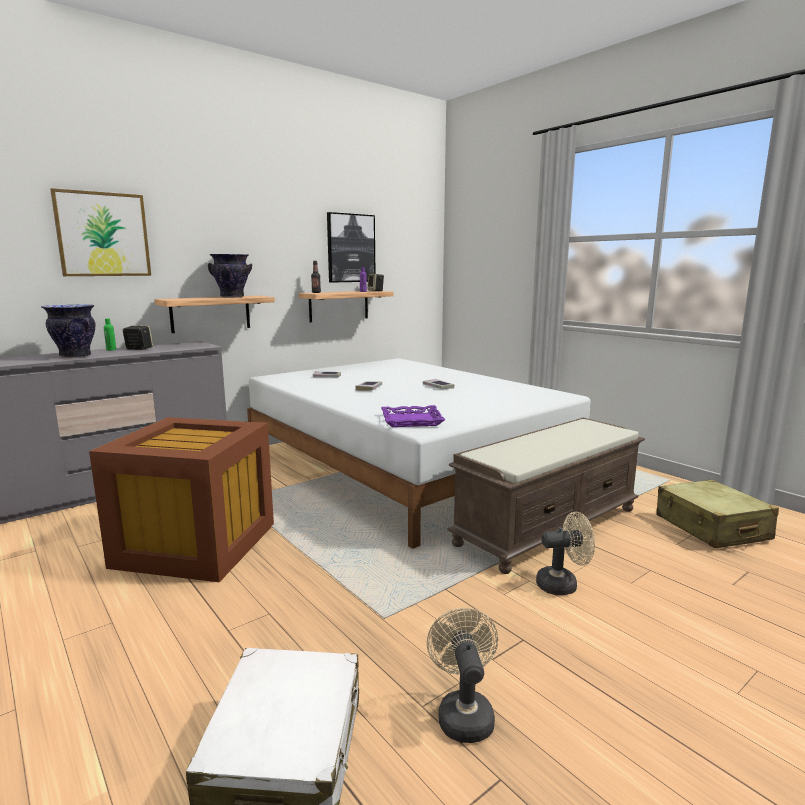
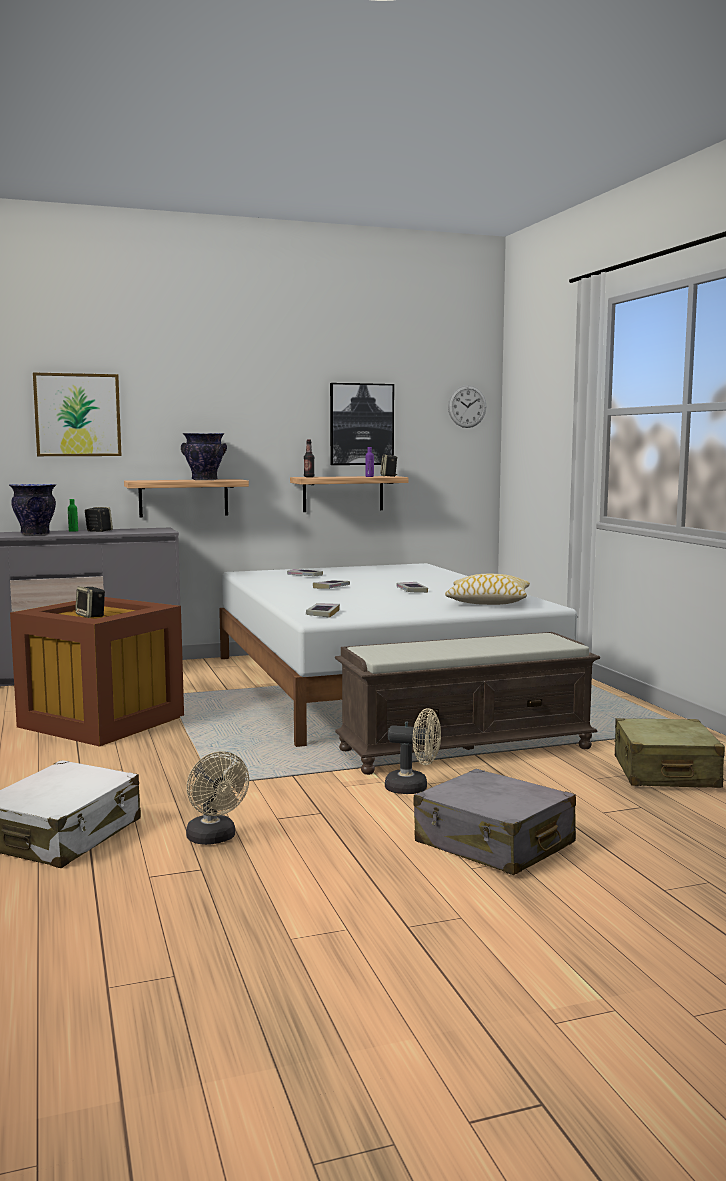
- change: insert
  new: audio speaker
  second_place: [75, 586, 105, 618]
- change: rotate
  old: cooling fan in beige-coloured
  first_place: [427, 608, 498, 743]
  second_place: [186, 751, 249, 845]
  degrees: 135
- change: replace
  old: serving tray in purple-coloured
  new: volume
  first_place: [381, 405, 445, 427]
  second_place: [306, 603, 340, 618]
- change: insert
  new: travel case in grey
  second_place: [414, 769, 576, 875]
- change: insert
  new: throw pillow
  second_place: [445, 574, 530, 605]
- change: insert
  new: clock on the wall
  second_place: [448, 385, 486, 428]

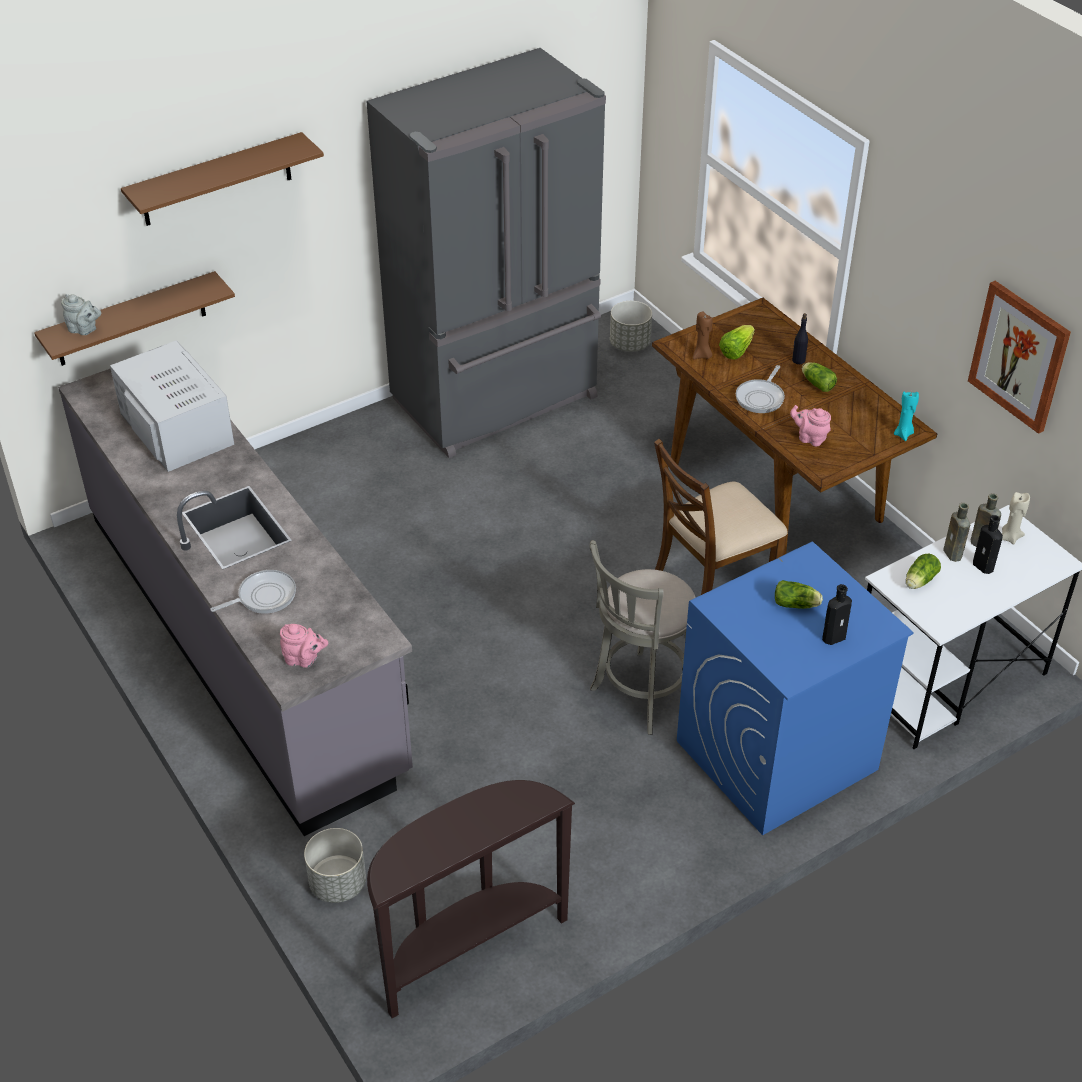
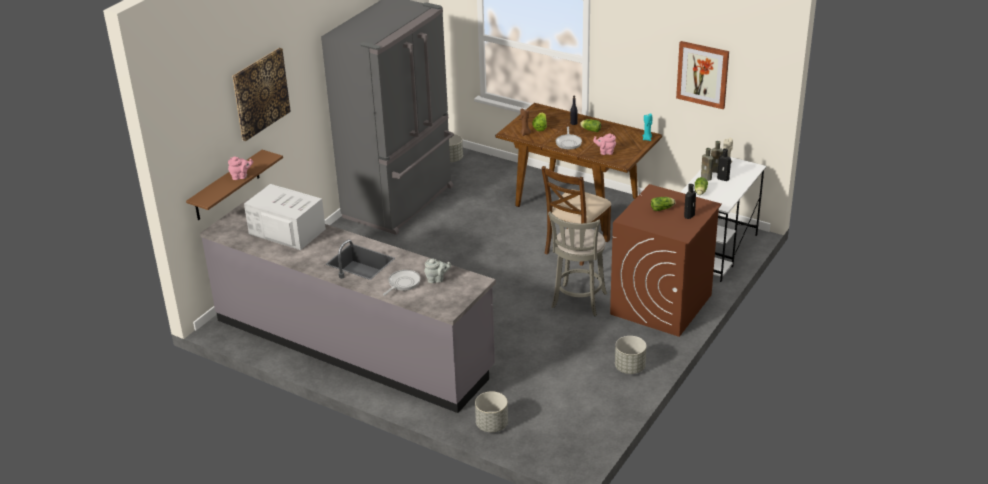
- change: move
  old: teapot in pink-coloured
  first_place: [280, 624, 328, 668]
  second_place: [228, 157, 253, 180]
- change: replace
  old: shelf in brown
  new: wall art
  first_place: [121, 132, 324, 226]
  second_place: [232, 48, 291, 141]
- change: move
  old: teapot in grey
  first_place: [61, 294, 102, 335]
  second_place: [424, 258, 451, 283]
- change: recolor
  old: washing machine in blue-coloured
  new: washing machine in brown
  first_place: [677, 542, 914, 835]
  second_place: [610, 184, 722, 337]
- change: insert
  new: flower pot in grey
  second_place: [615, 336, 646, 374]
- change: delete
  old: hall table in brown
  first_place: [367, 780, 575, 1018]

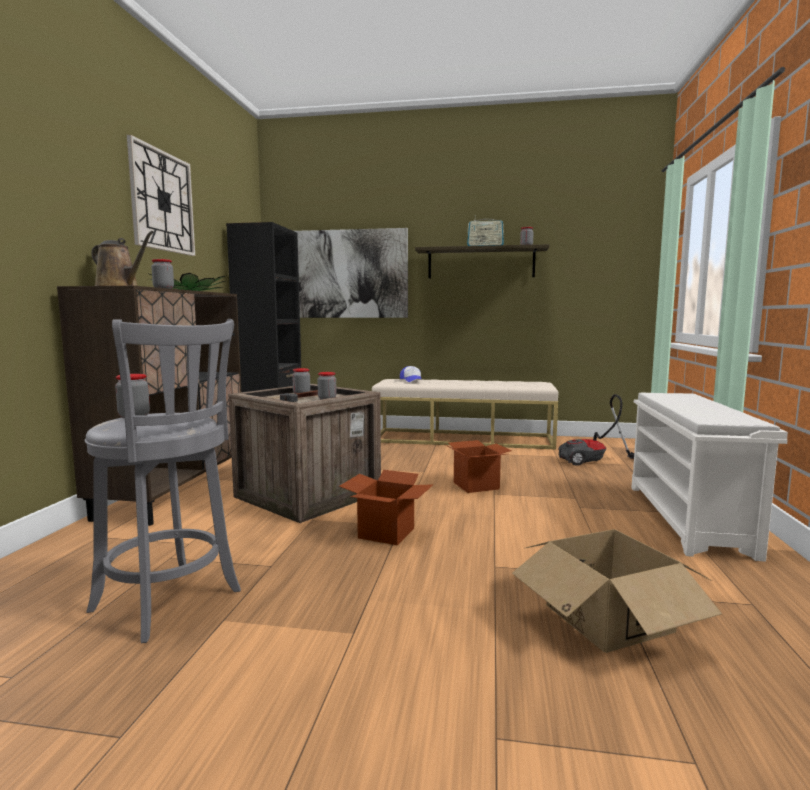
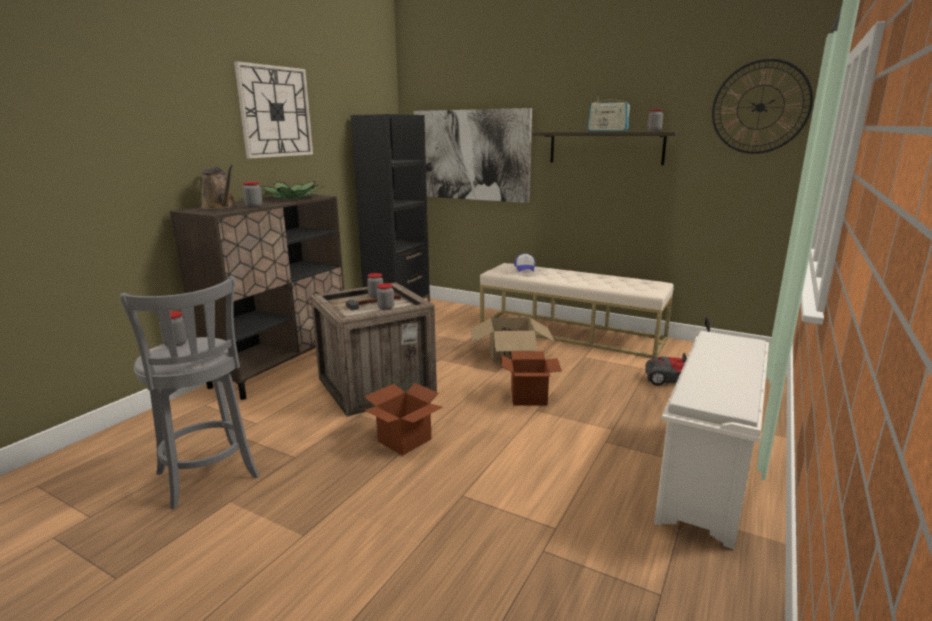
- change: move
  old: cardboard box
  first_place: [512, 529, 722, 653]
  second_place: [471, 317, 555, 362]
- change: insert
  new: clock on the wall
  second_place: [712, 59, 813, 154]

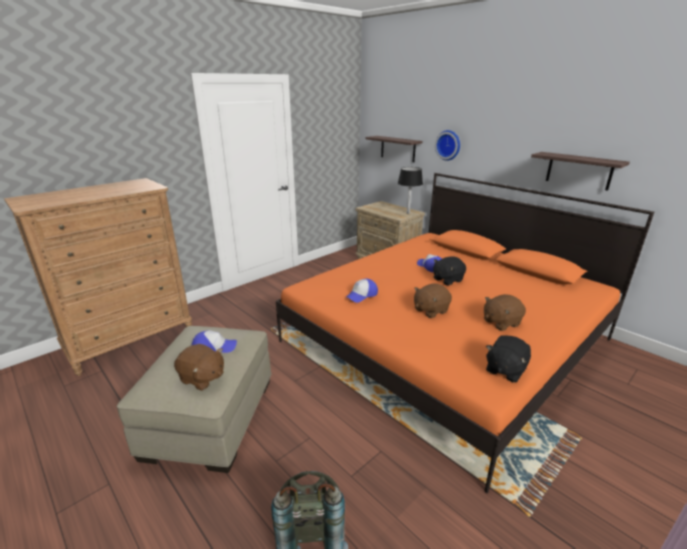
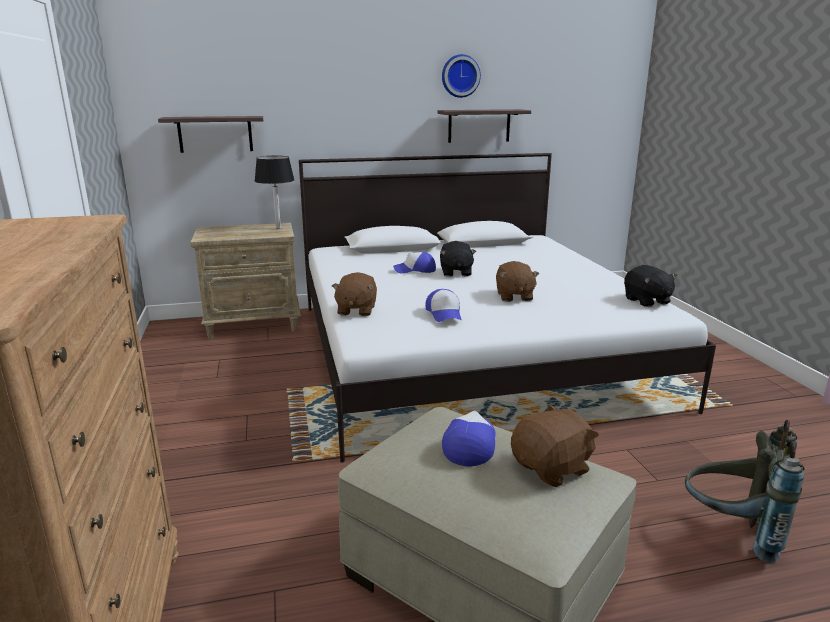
- change: recolor
  old: sleeping bed in orangey
  new: sleeping bed in white
  first_place: [276, 173, 654, 493]
  second_place: [299, 153, 716, 462]
- change: move
  old: plush toy in brown
  first_place: [484, 294, 526, 331]
  second_place: [332, 272, 377, 316]
- change: move
  old: clock on the wall
  first_place: [435, 130, 460, 161]
  second_place: [442, 54, 481, 98]

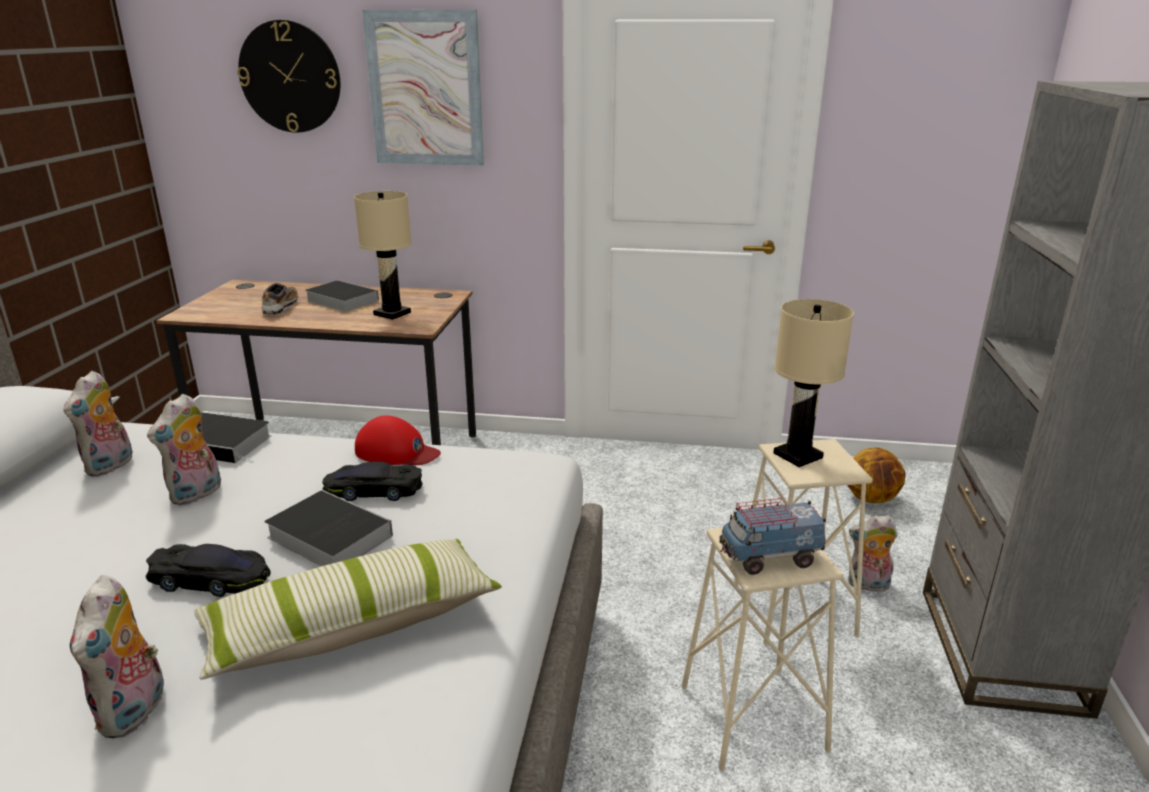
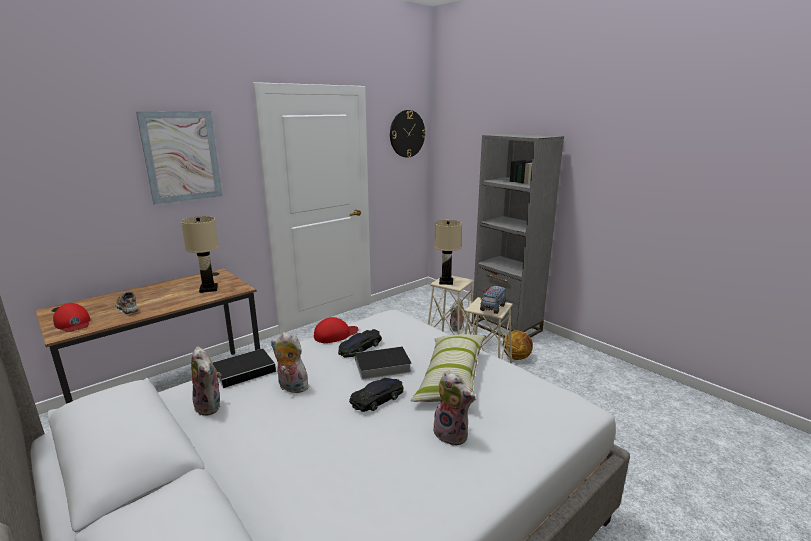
- change: insert
  new: baseball cap in red-coloured
  second_place: [53, 303, 91, 332]
- change: rotate
  old: plush toy
  first_place: [147, 394, 221, 506]
  second_place: [271, 332, 309, 393]
  degrees: 135
- change: move
  old: clock on the wall
  first_place: [237, 20, 340, 133]
  second_place: [390, 110, 426, 158]
- change: move
  old: ball for basketball
  first_place: [847, 447, 906, 503]
  second_place: [503, 330, 533, 360]
- change: delete
  old: volume
  first_place: [305, 280, 379, 312]

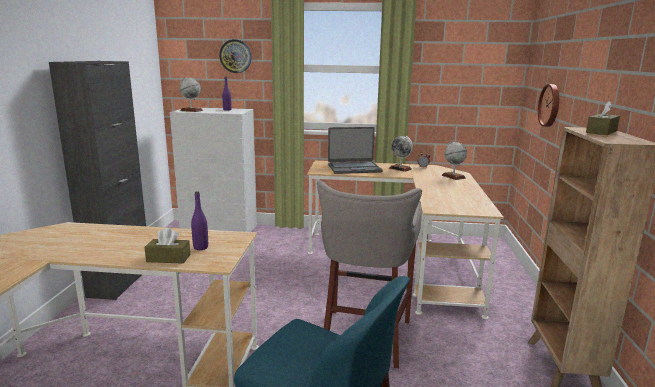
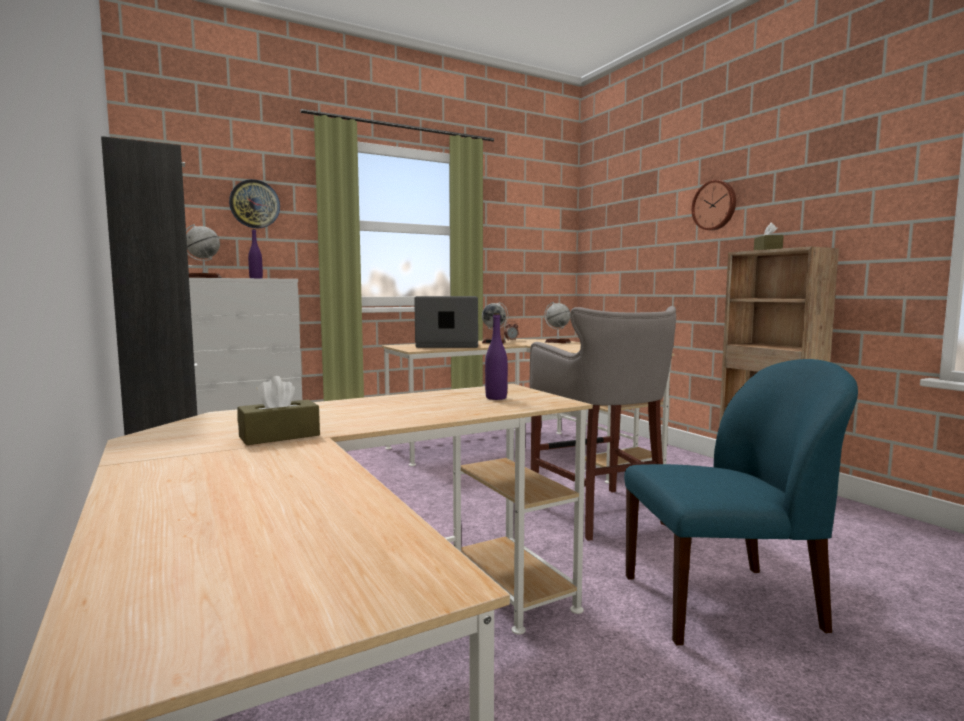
- change: move
  old: tissue box in brown
  first_place: [145, 228, 190, 264]
  second_place: [237, 376, 320, 445]
- change: rotate
  old: notebook computer
  first_place: [328, 127, 382, 174]
  second_place: [414, 296, 478, 348]
  degrees: -135
- change: move
  old: clock on the wall
  first_place: [538, 84, 559, 127]
  second_place: [691, 180, 736, 230]

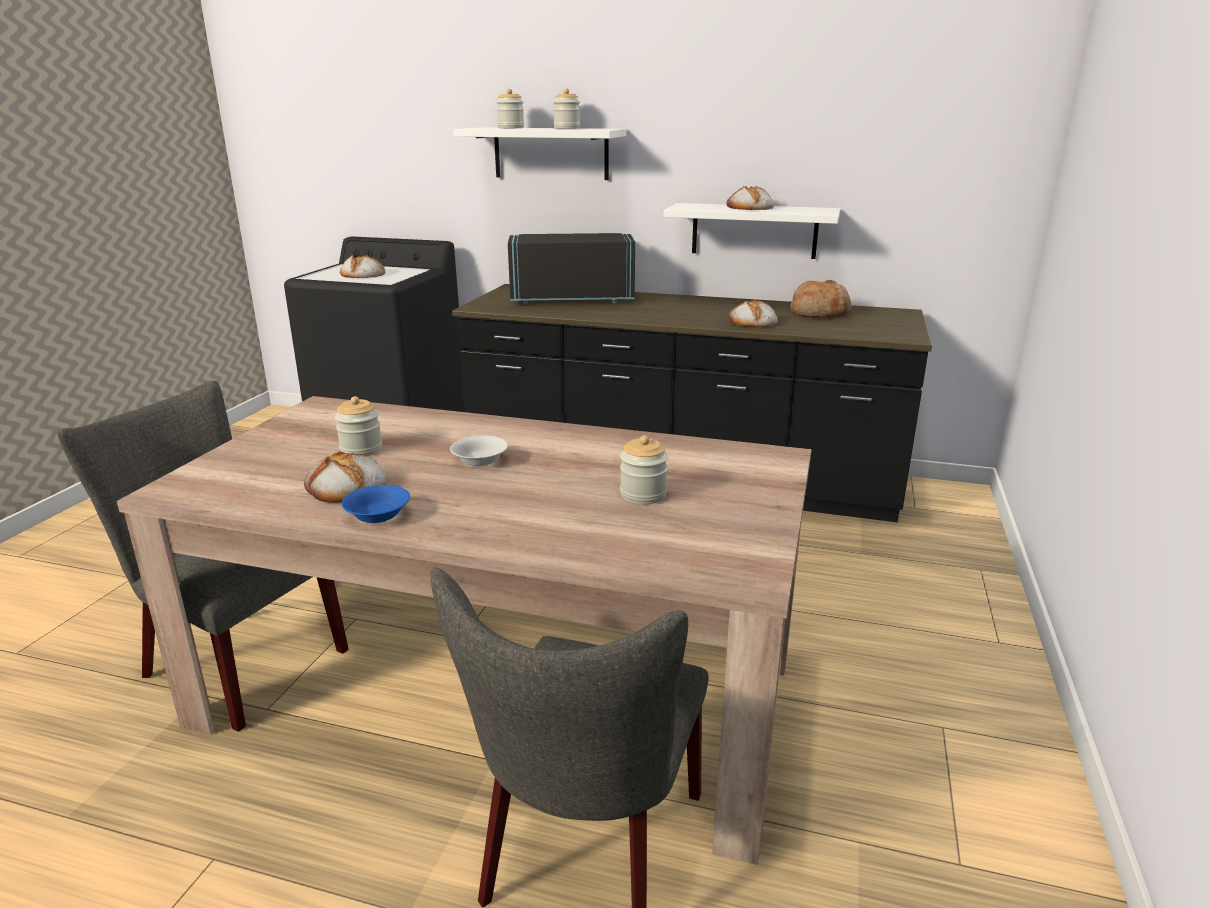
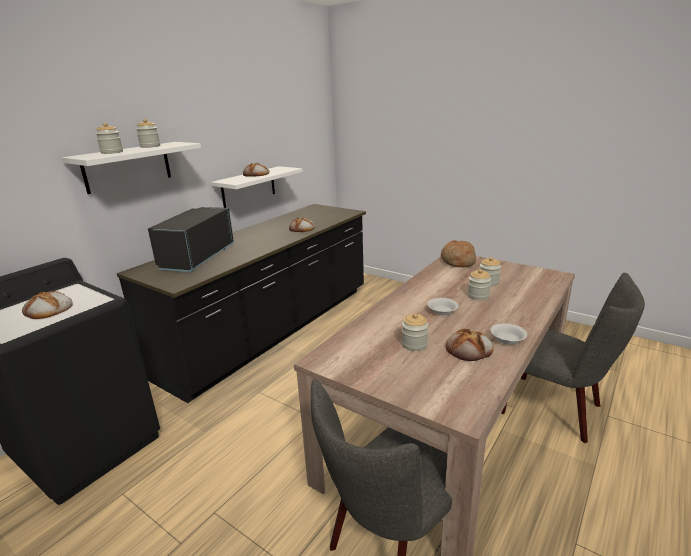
- change: move
  old: bakery bread
  first_place: [790, 280, 851, 318]
  second_place: [441, 240, 476, 267]
- change: insert
  new: storage jar
  second_place: [467, 269, 491, 300]
- change: recolor
  old: deep dish in blue-coloured
  new: deep dish in white
  first_place: [342, 485, 410, 523]
  second_place: [491, 323, 527, 345]

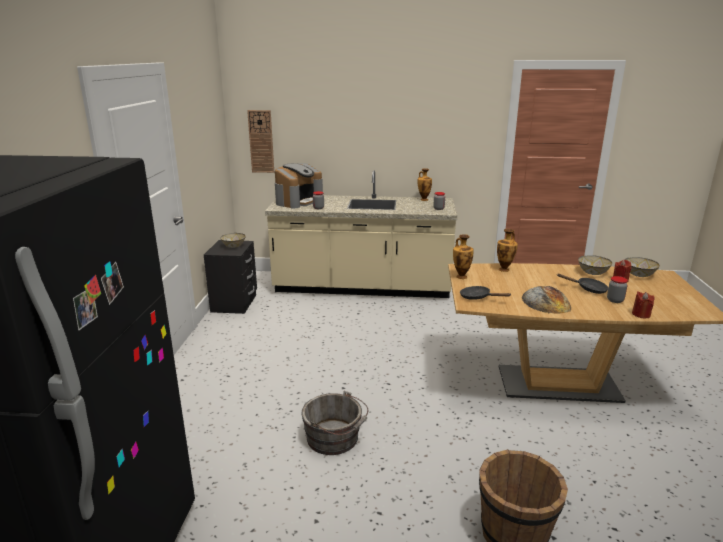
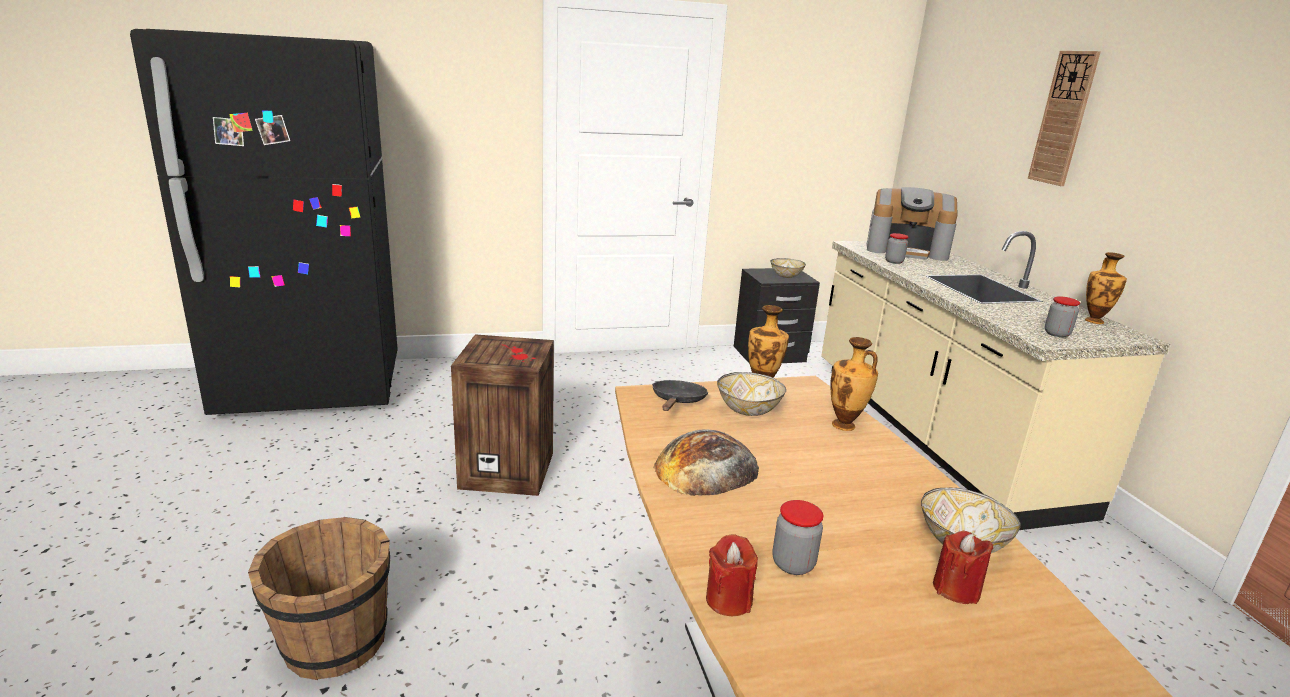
- change: replace
  old: bucket in grey
  new: crate
  first_place: [301, 390, 368, 455]
  second_place: [451, 334, 554, 496]
- change: move
  old: deep dish
  first_place: [625, 257, 660, 277]
  second_place: [717, 372, 786, 416]
- change: move
  old: clock on the wall
  first_place: [247, 110, 274, 173]
  second_place: [1028, 51, 1101, 186]
- change: delete
  old: pan in black
  first_place: [557, 274, 608, 294]

